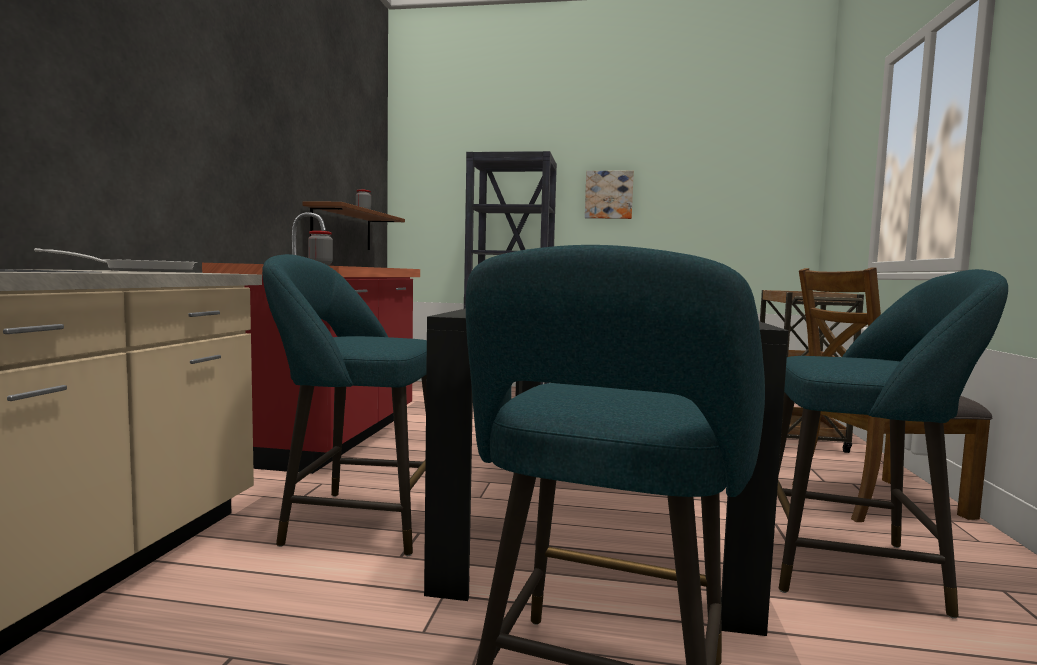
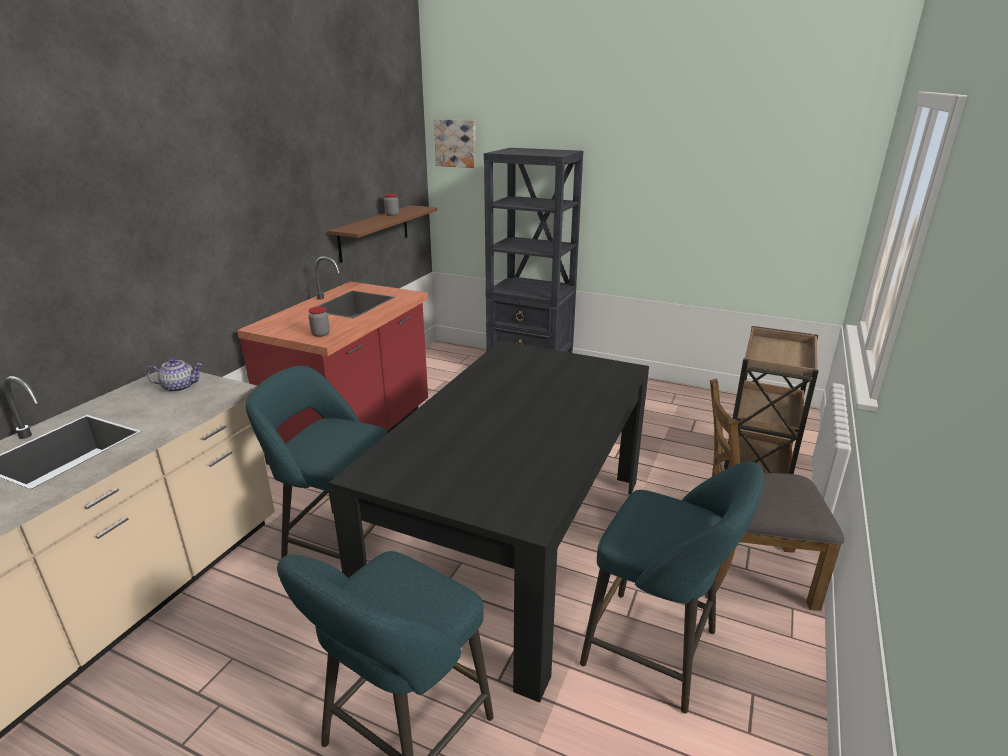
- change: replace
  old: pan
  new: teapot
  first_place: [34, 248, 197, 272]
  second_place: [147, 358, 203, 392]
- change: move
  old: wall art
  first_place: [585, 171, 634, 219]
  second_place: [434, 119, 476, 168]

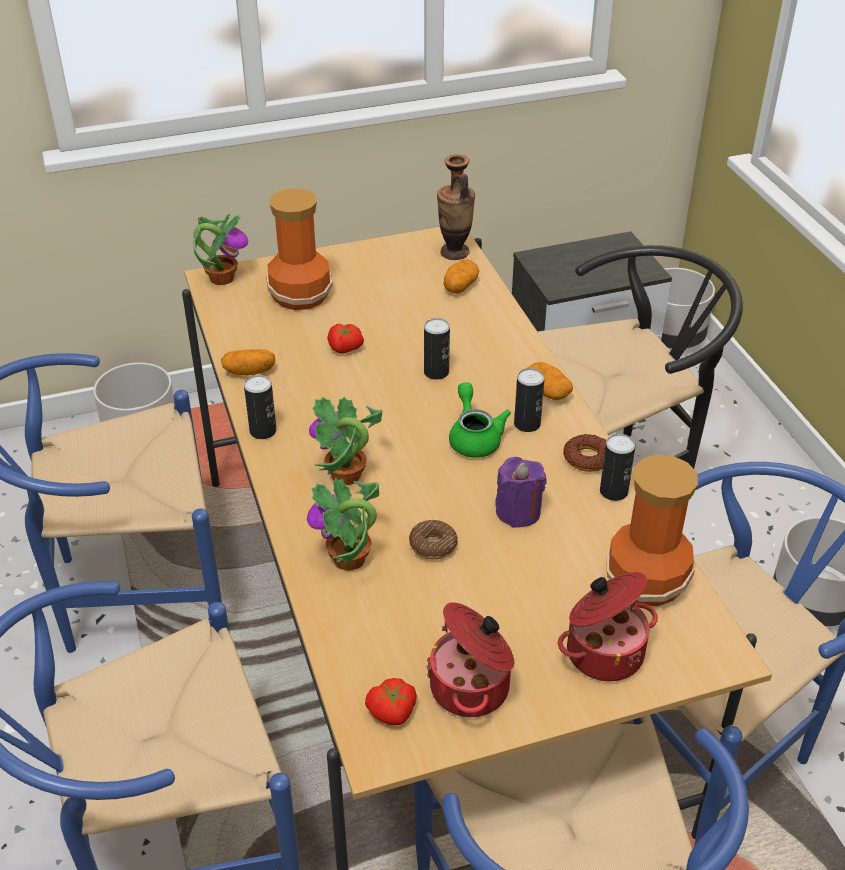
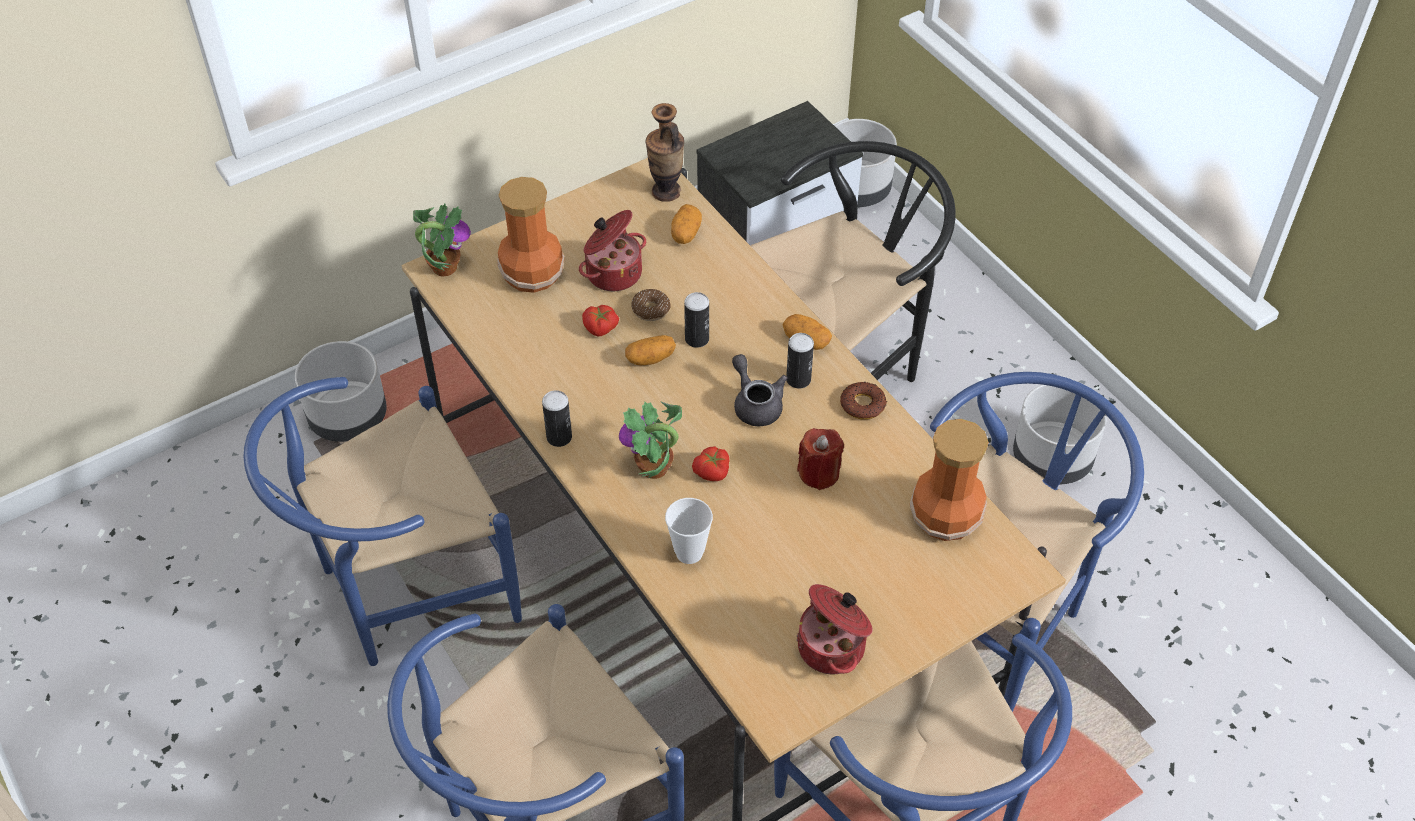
- change: move
  old: saucepot
  first_place: [558, 572, 658, 681]
  second_place: [579, 210, 646, 291]
- change: move
  old: potato
  first_place: [221, 349, 275, 376]
  second_place: [625, 335, 676, 365]
- change: move
  old: ring doughnut
  first_place: [409, 520, 458, 560]
  second_place: [631, 289, 671, 321]
- change: replace
  old: potted plant
  new: drinking cup
  first_place: [307, 477, 379, 571]
  second_place: [665, 498, 713, 564]
- change: move
  old: tomato
  first_place: [365, 678, 417, 725]
  second_place: [692, 446, 730, 481]
- change: recolor
  old: teapot in green-coloured
  new: teapot in grey
  first_place: [449, 382, 511, 458]
  second_place: [732, 354, 788, 426]
- change: recolor
  old: wax light in purple-coloured
  new: wax light in red-coloured
  first_place: [495, 457, 547, 528]
  second_place: [797, 428, 844, 490]
- change: delete
  old: sealed can
  first_place: [600, 434, 636, 501]

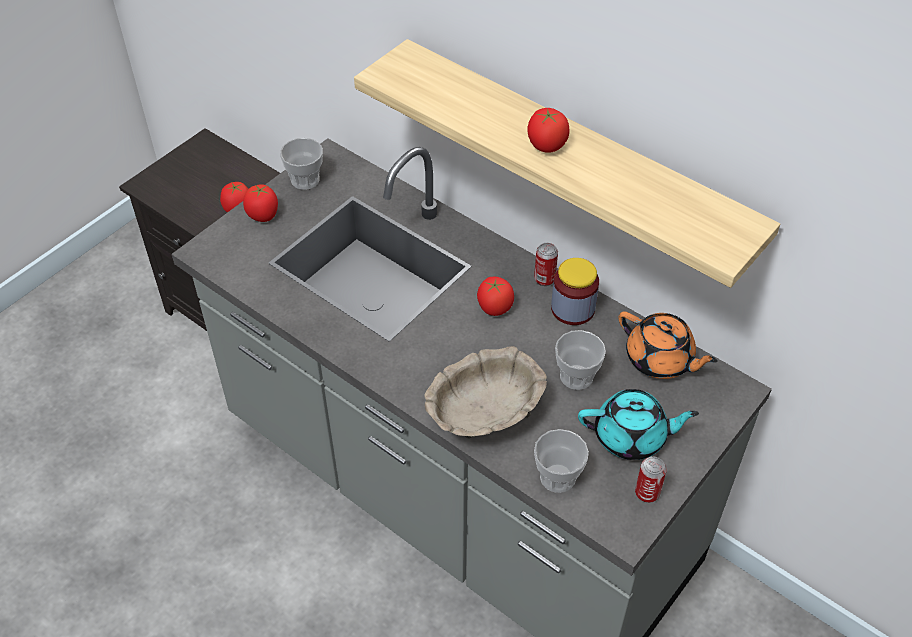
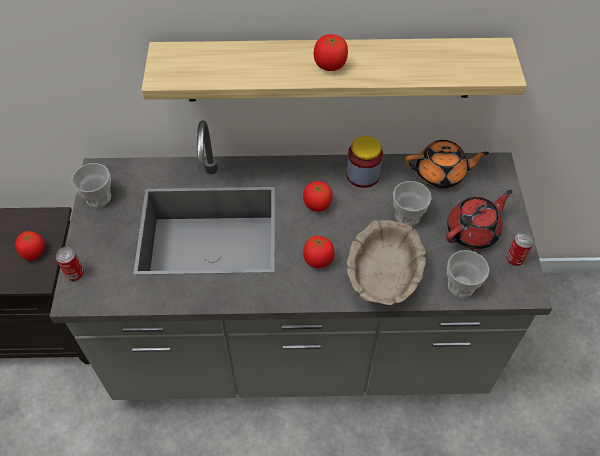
- change: move
  old: sealed can
  first_place: [534, 243, 558, 286]
  second_place: [56, 247, 84, 281]
- change: move
  old: tomato
  first_place: [243, 184, 278, 222]
  second_place: [303, 234, 334, 268]
- change: recolor
  old: teapot in blue-green
  new: teapot in red-coloured
  first_place: [578, 389, 699, 460]
  second_place: [446, 190, 512, 249]

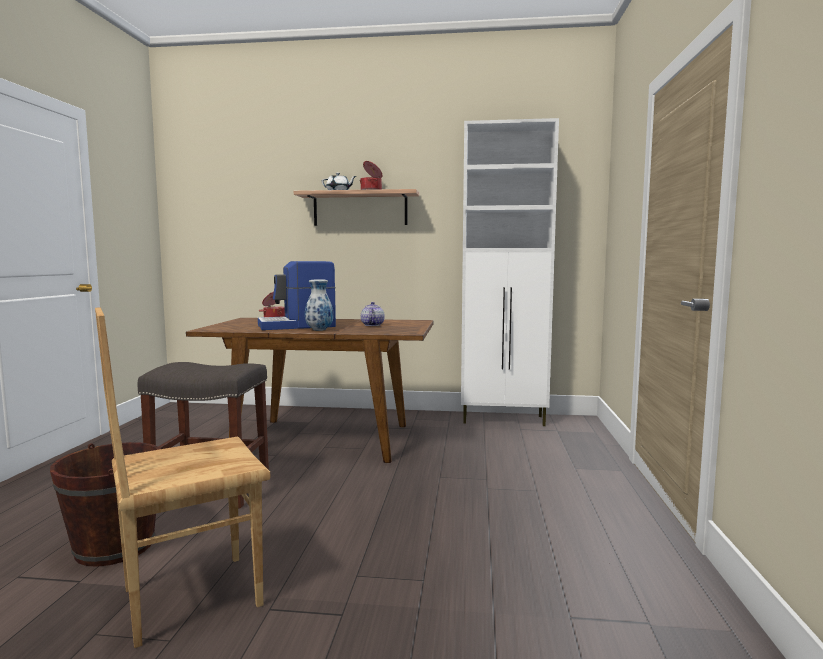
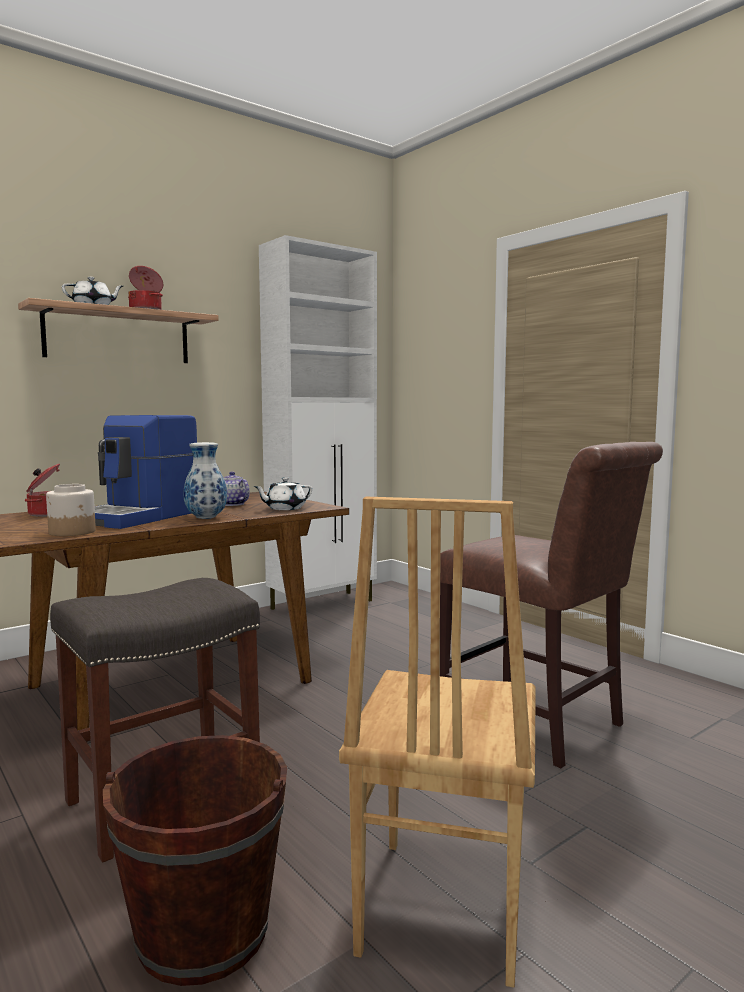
- change: insert
  new: storage jar
  second_place: [46, 484, 96, 536]
- change: insert
  new: teapot in white
  second_place: [253, 477, 312, 510]
- change: insert
  new: upright chair in brown
  second_place: [440, 442, 663, 768]

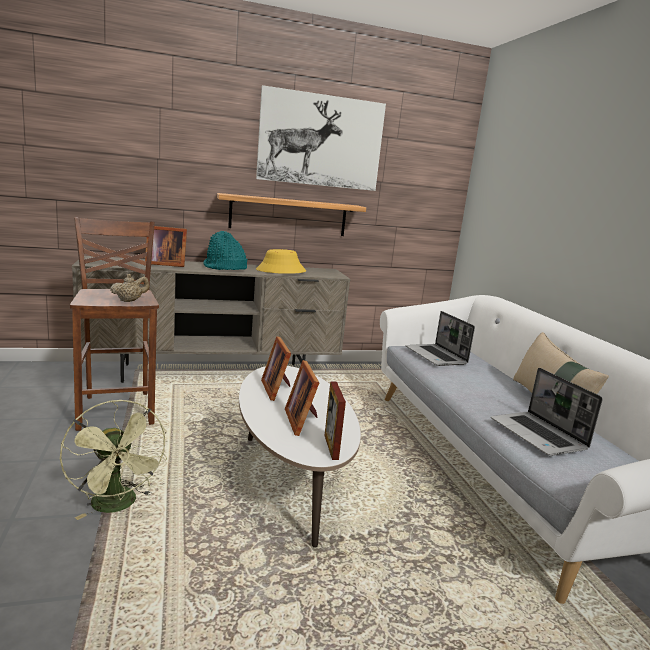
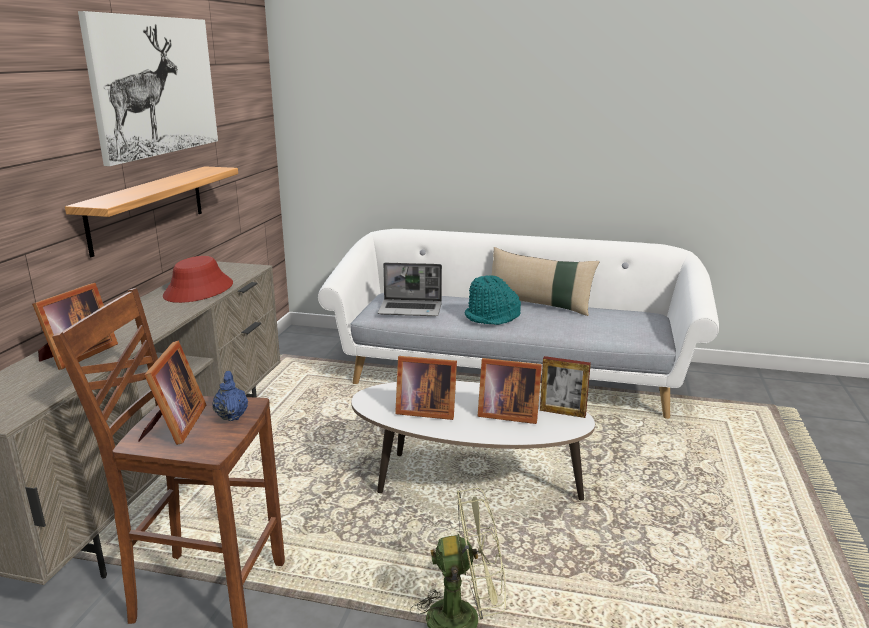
- change: insert
  new: standing frame
  second_place: [138, 341, 206, 445]
- change: recolor
  old: wearable hat in yellow
  new: wearable hat in red-coloured
  first_place: [256, 249, 306, 274]
  second_place: [163, 256, 233, 303]
- change: recolor
  old: teapot in beige-coloured
  new: teapot in blue-coloured
  first_place: [110, 274, 149, 302]
  second_place: [212, 371, 248, 421]
- change: move
  old: wearable hat in blue-green
  first_place: [203, 231, 247, 270]
  second_place: [465, 275, 521, 325]
- change: delete
  old: notebook computer
  first_place: [491, 368, 603, 456]

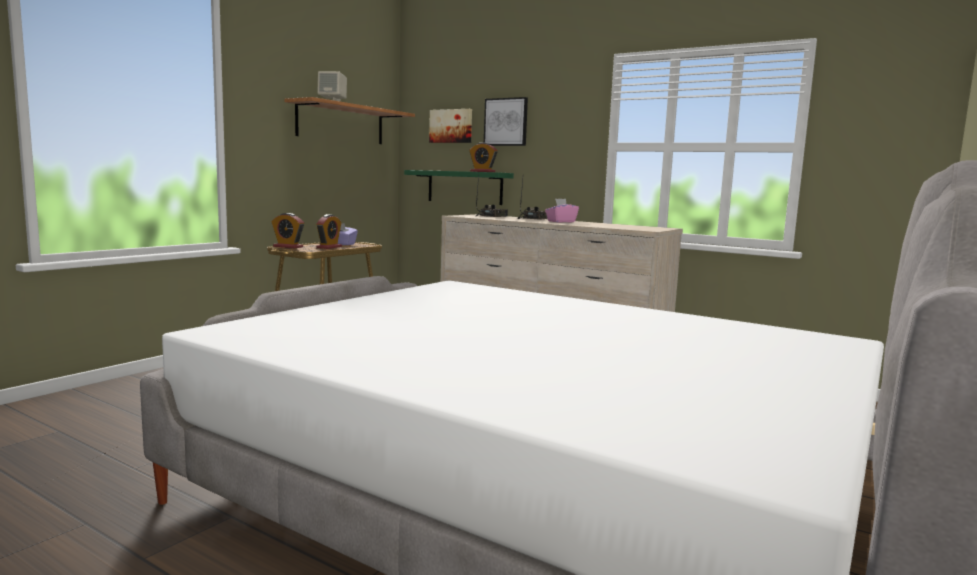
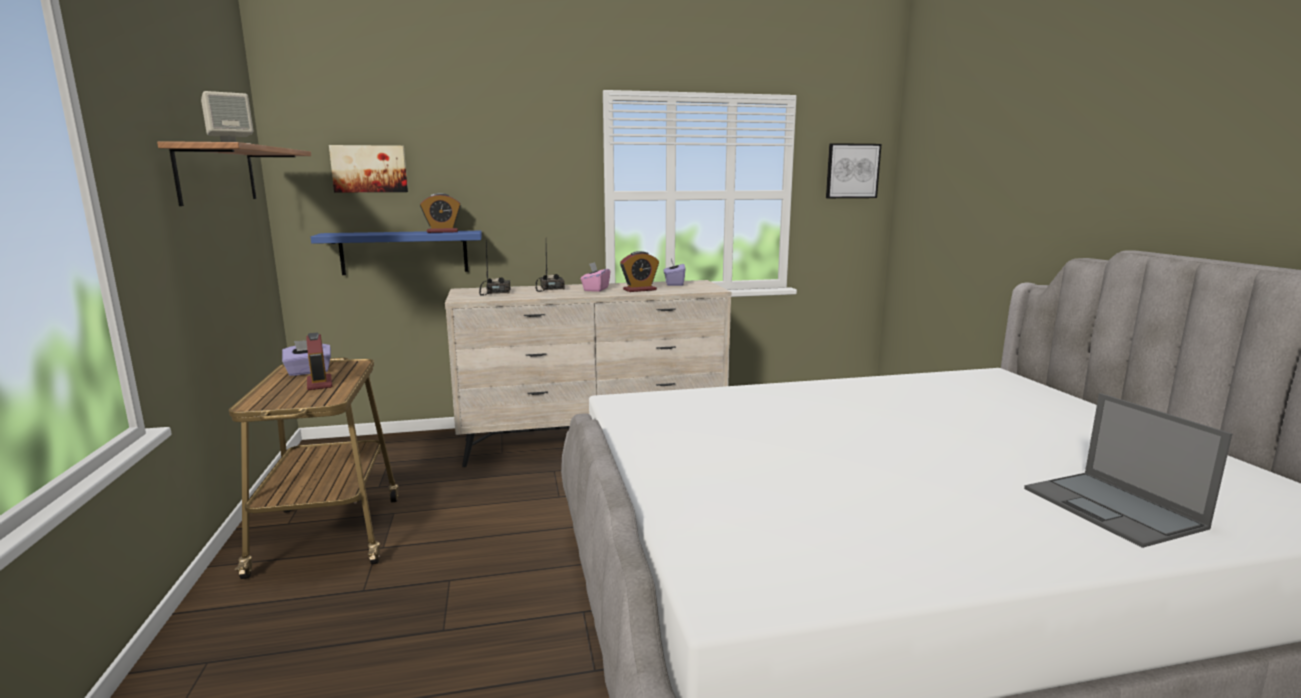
- change: recolor
  old: shelf in green-coloured
  new: shelf in blue-coloured
  first_place: [404, 170, 514, 205]
  second_place: [311, 231, 482, 275]
- change: move
  old: bedside clock
  first_place: [271, 213, 304, 248]
  second_place: [620, 251, 659, 292]
- change: insert
  new: tissue box in purple-coloured
  second_place: [664, 258, 685, 286]
- change: move
  old: wall art
  first_place: [484, 97, 528, 146]
  second_place: [826, 143, 881, 198]
- change: insert
  new: notebook computer
  second_place: [1024, 393, 1232, 548]

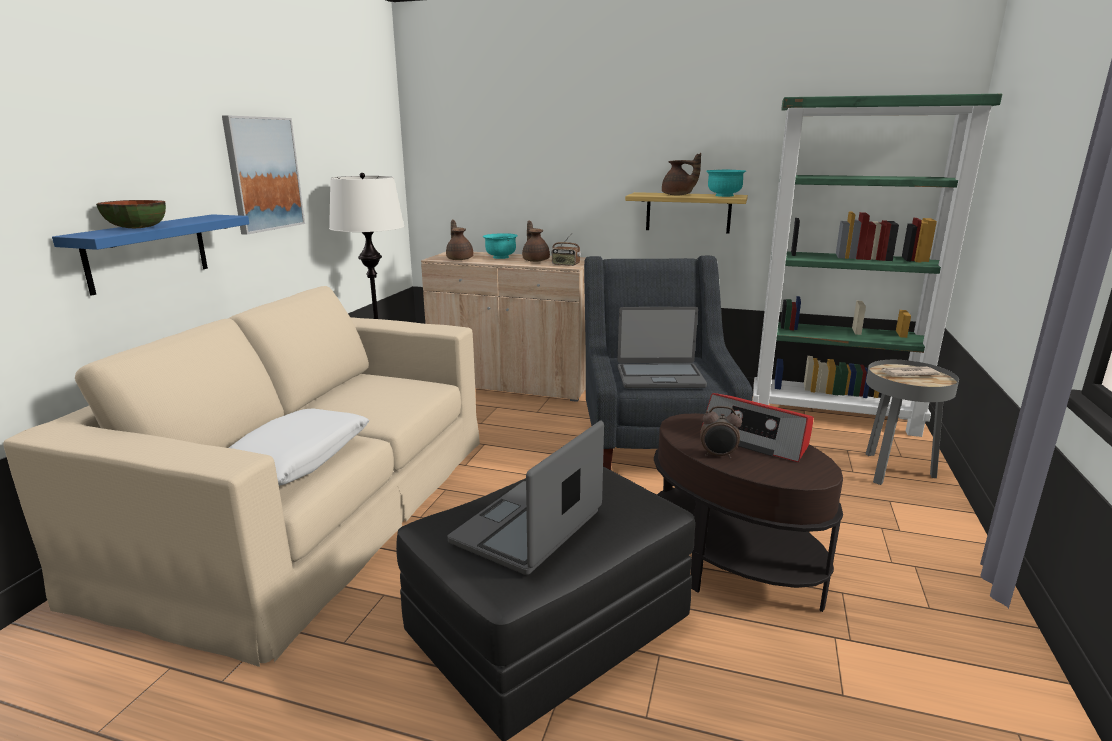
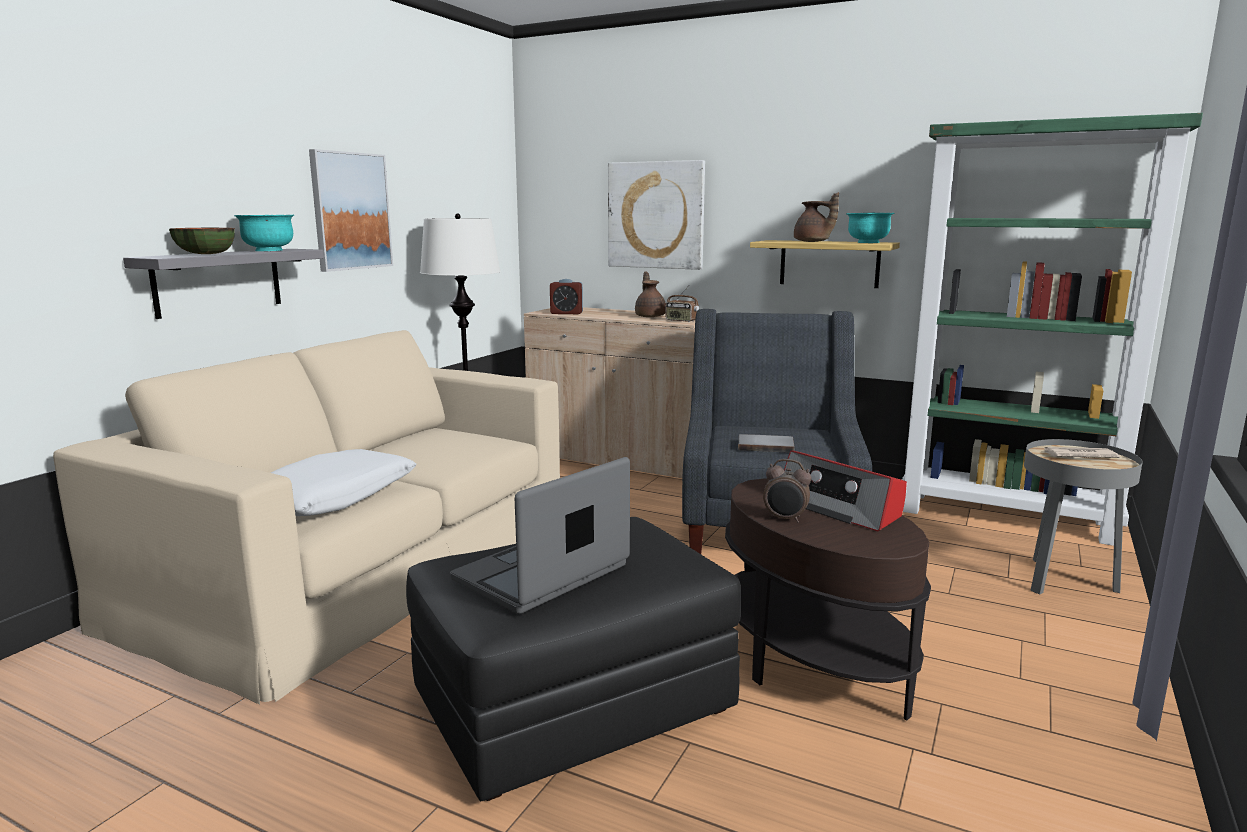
- change: recolor
  old: shelf in blue-coloured
  new: shelf in grey
  first_place: [52, 214, 249, 296]
  second_place: [123, 249, 324, 319]
- change: move
  old: deep dish in blue-green
  first_place: [483, 233, 518, 259]
  second_place: [234, 215, 294, 251]
- change: replace
  old: teapot in brown
  new: bedside clock
  first_place: [446, 220, 474, 260]
  second_place: [550, 279, 583, 314]
- change: insert
  new: wall art
  second_place: [608, 160, 705, 270]
- change: replace
  old: notebook computer
  new: volume in grey
  first_place: [618, 307, 707, 388]
  second_place: [738, 434, 795, 453]

